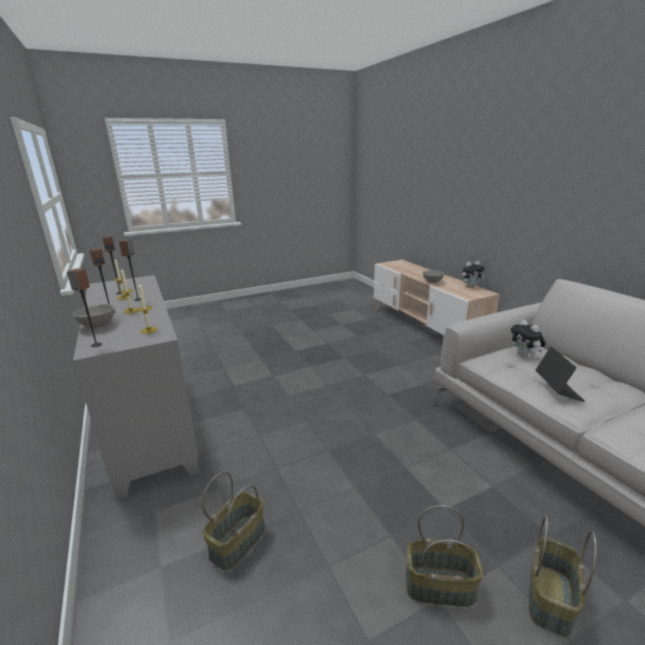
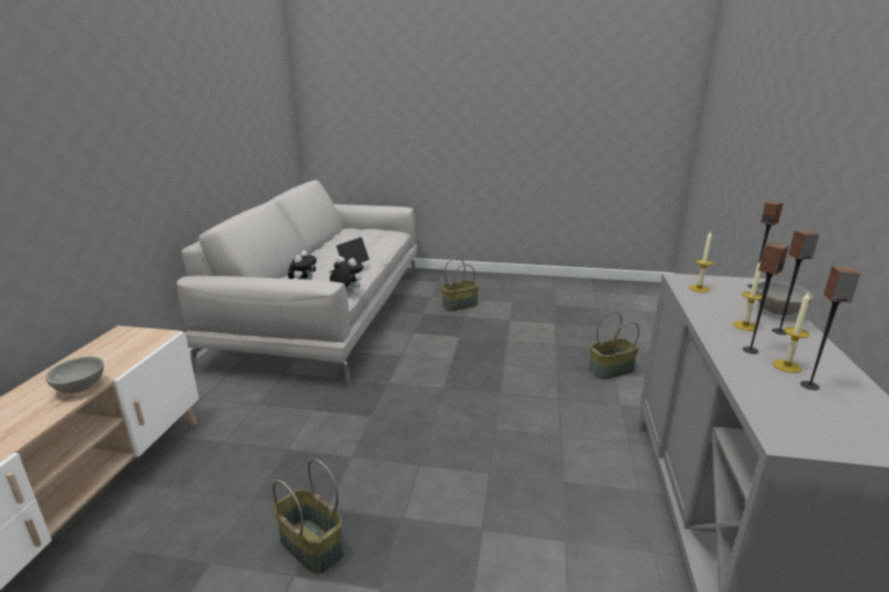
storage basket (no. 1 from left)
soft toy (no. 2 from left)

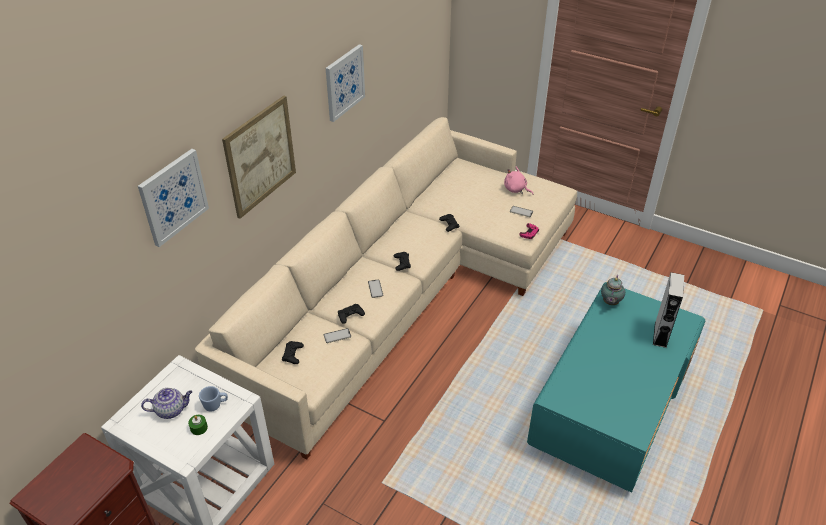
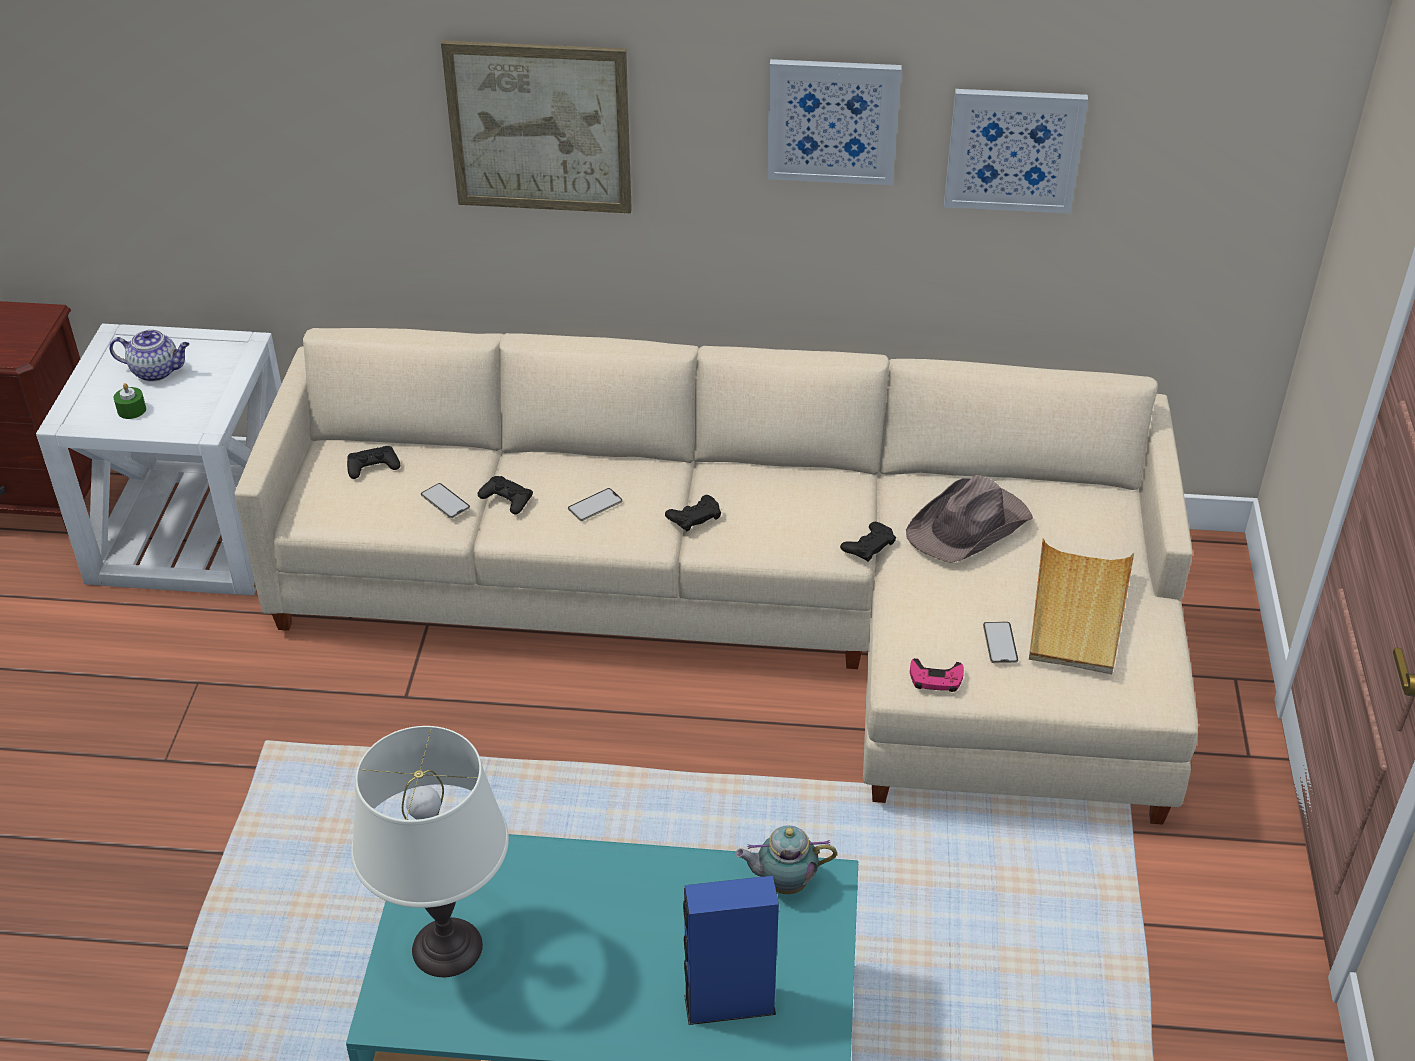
pot for tea (no. 1 from left)
lamp for a table (white)
loudspeaker (blue)
hat (brown-coloured)
wall art (no. 3 from left)
carrying tray (sand-coloured)
tea mug (blue)

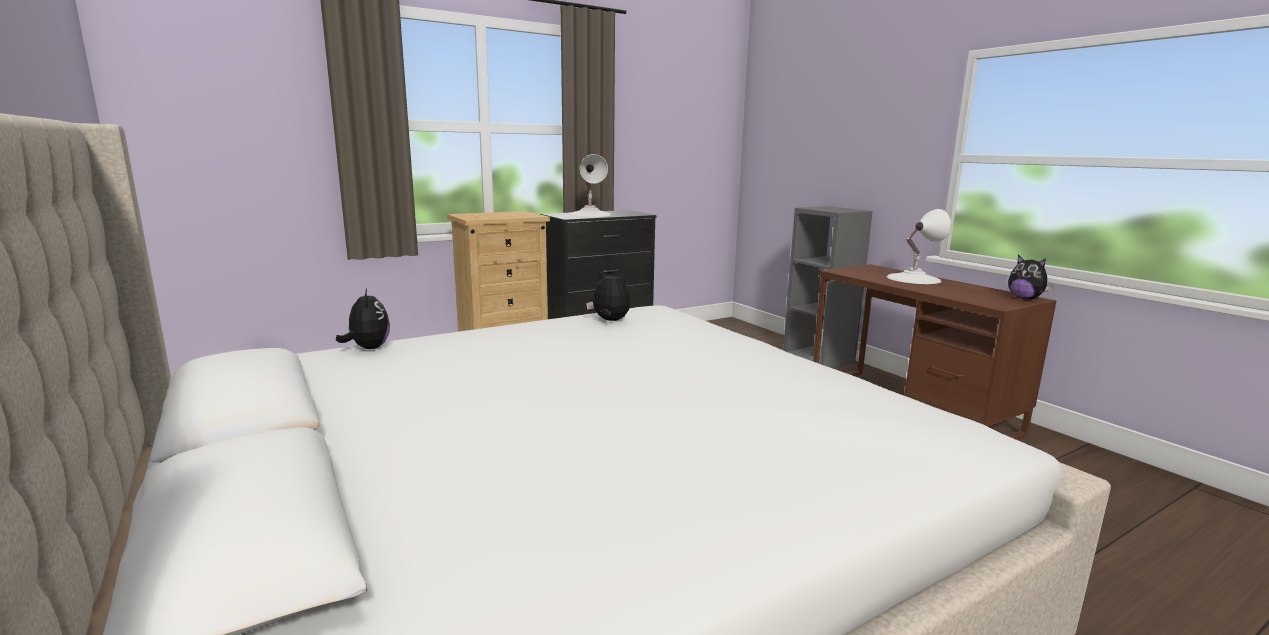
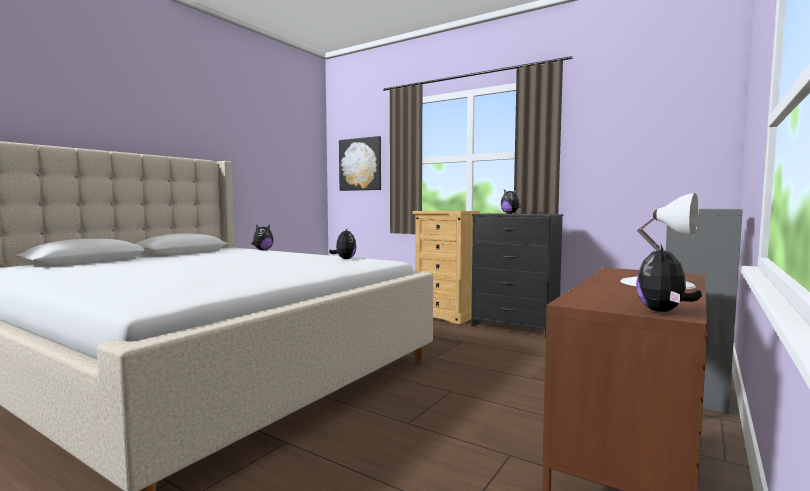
wall art
soft toy (no. 3 from left)

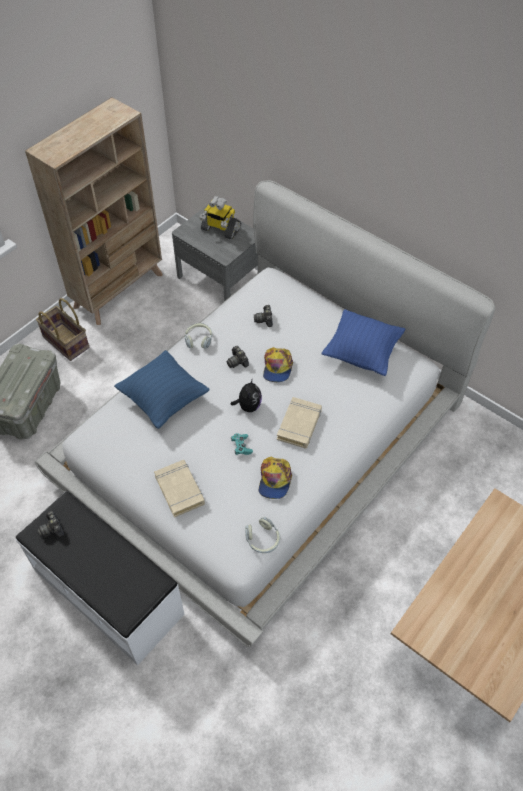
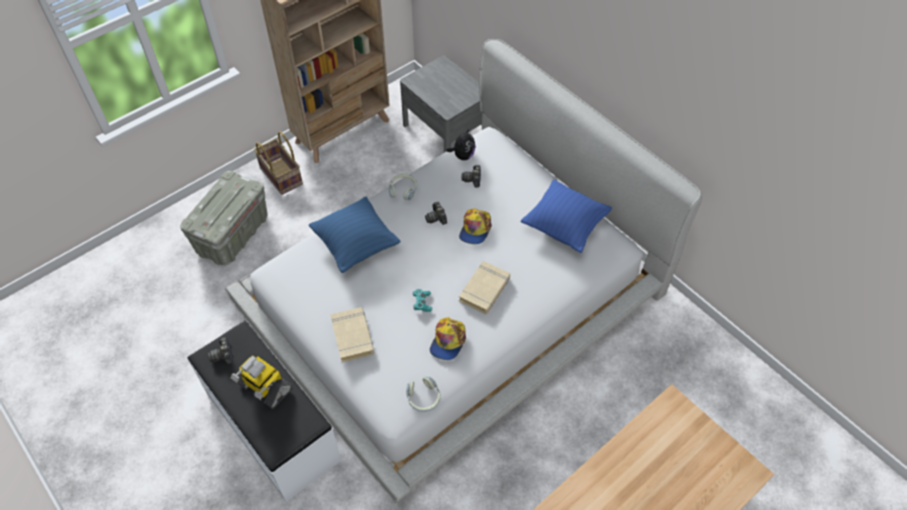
robot figure
soft toy

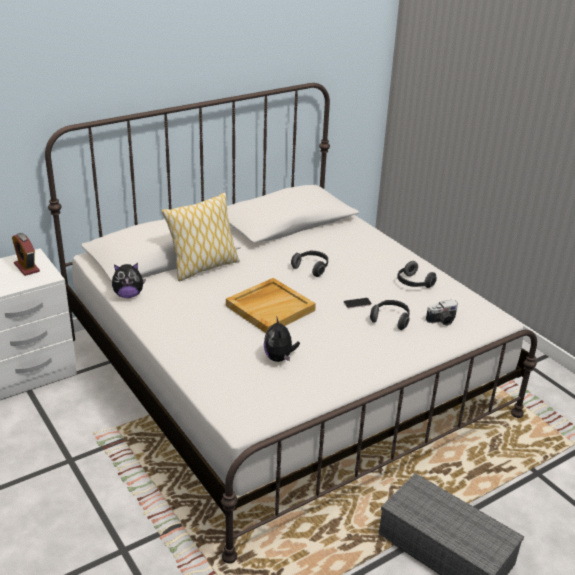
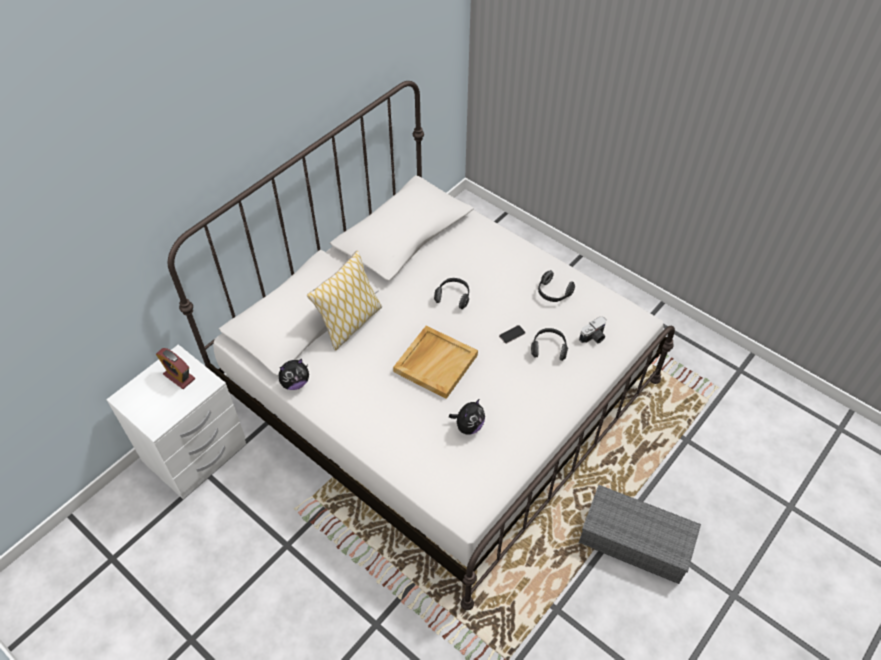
soft toy (no. 2 from left)

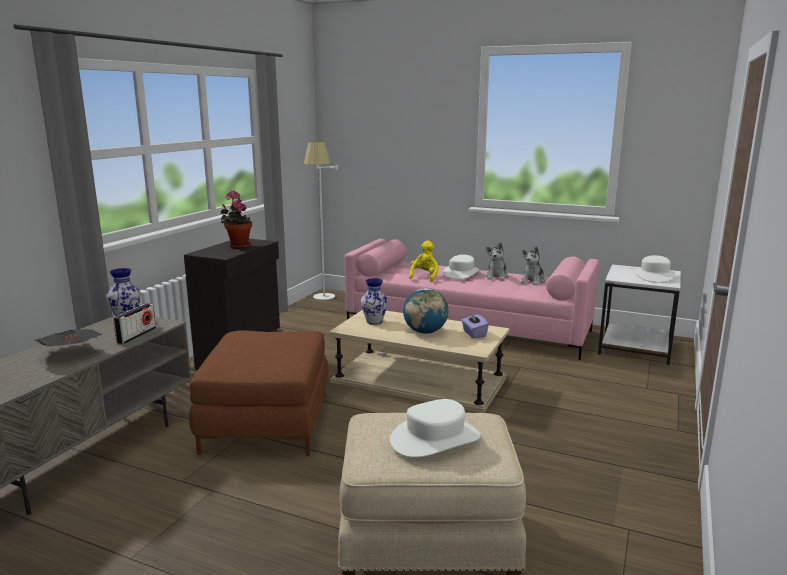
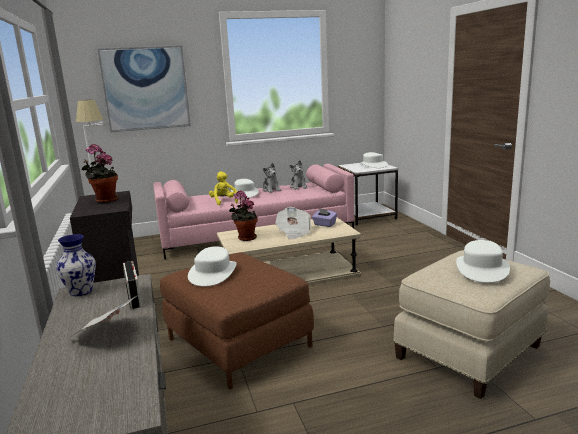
wall art
hat (white) (no. 1 from left)
houseplant (no. 2 from left)
daily paper (no. 2 from left)

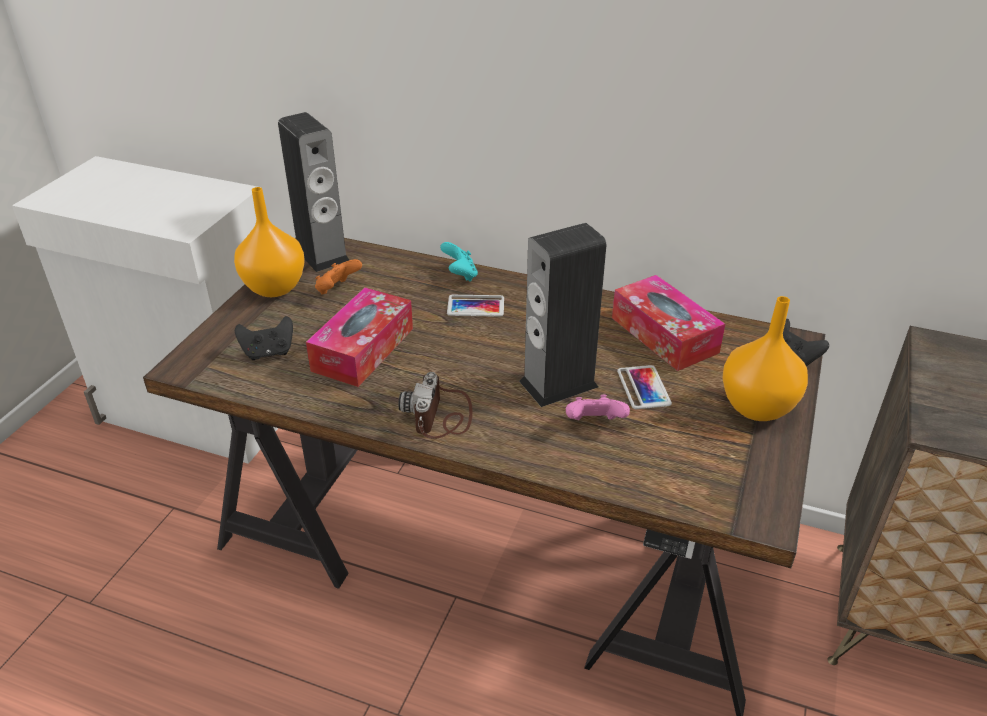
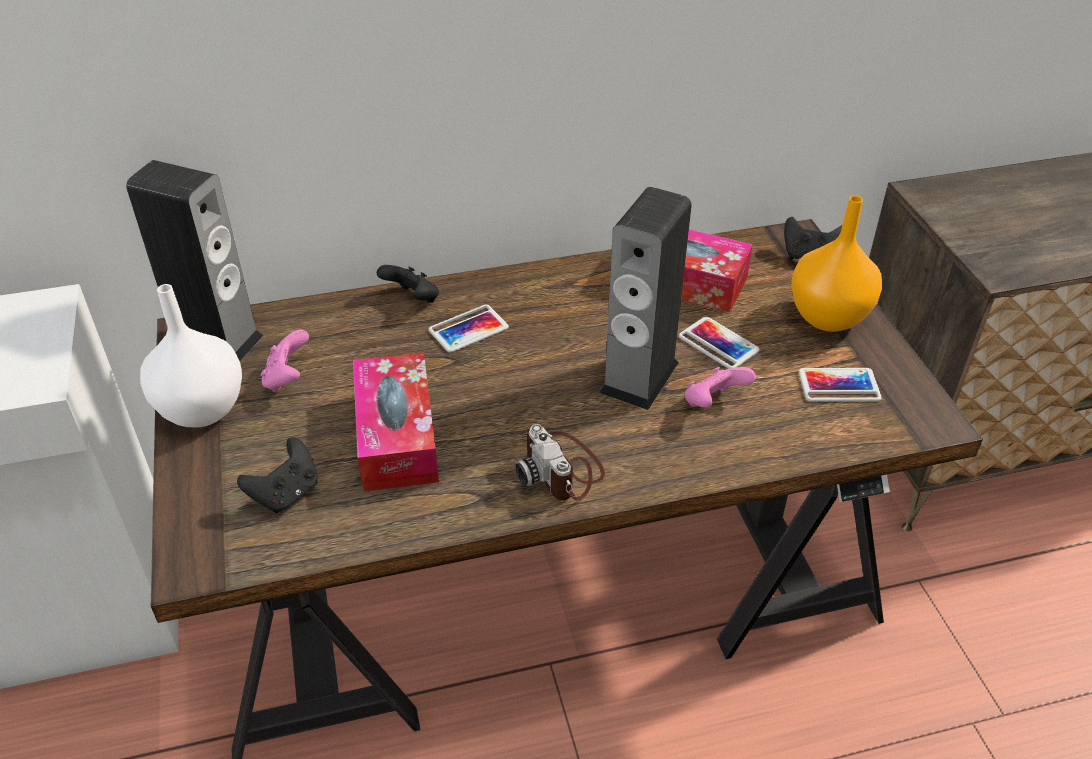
decorative vase (white)
gamepad (pinkish) (no. 1 from left)
gamepad (black-coloured) (no. 2 from left)
handset (no. 3 from left)

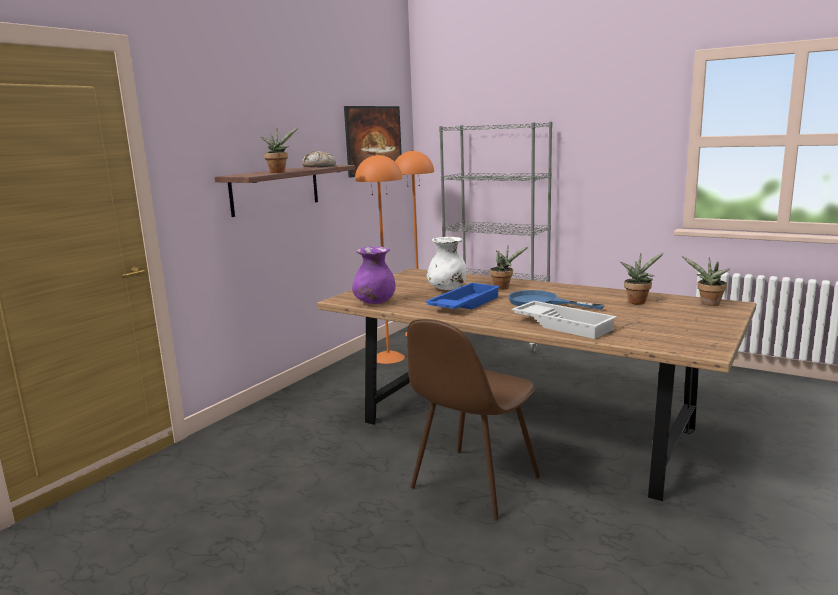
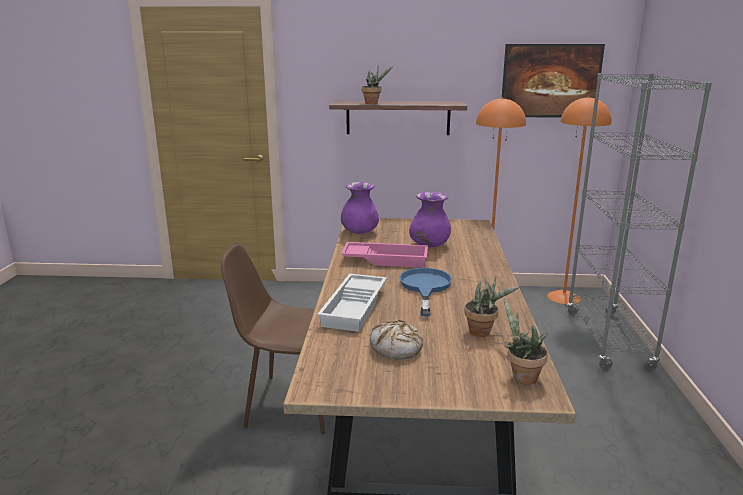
carrying tray (pinkish)
bakery bread
decorative vase (purple) (no. 2 from left)
houseplant (no. 2 from left in the first image)

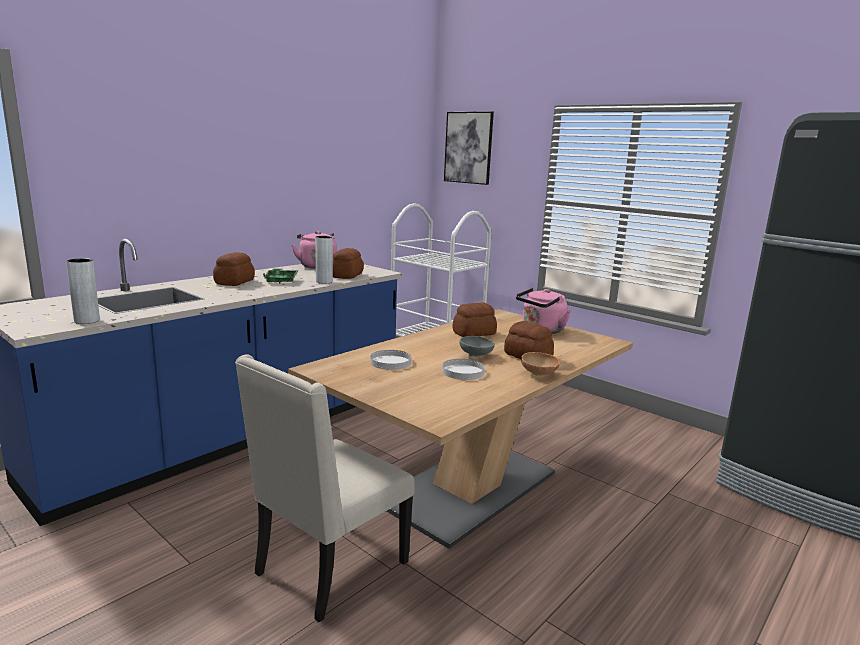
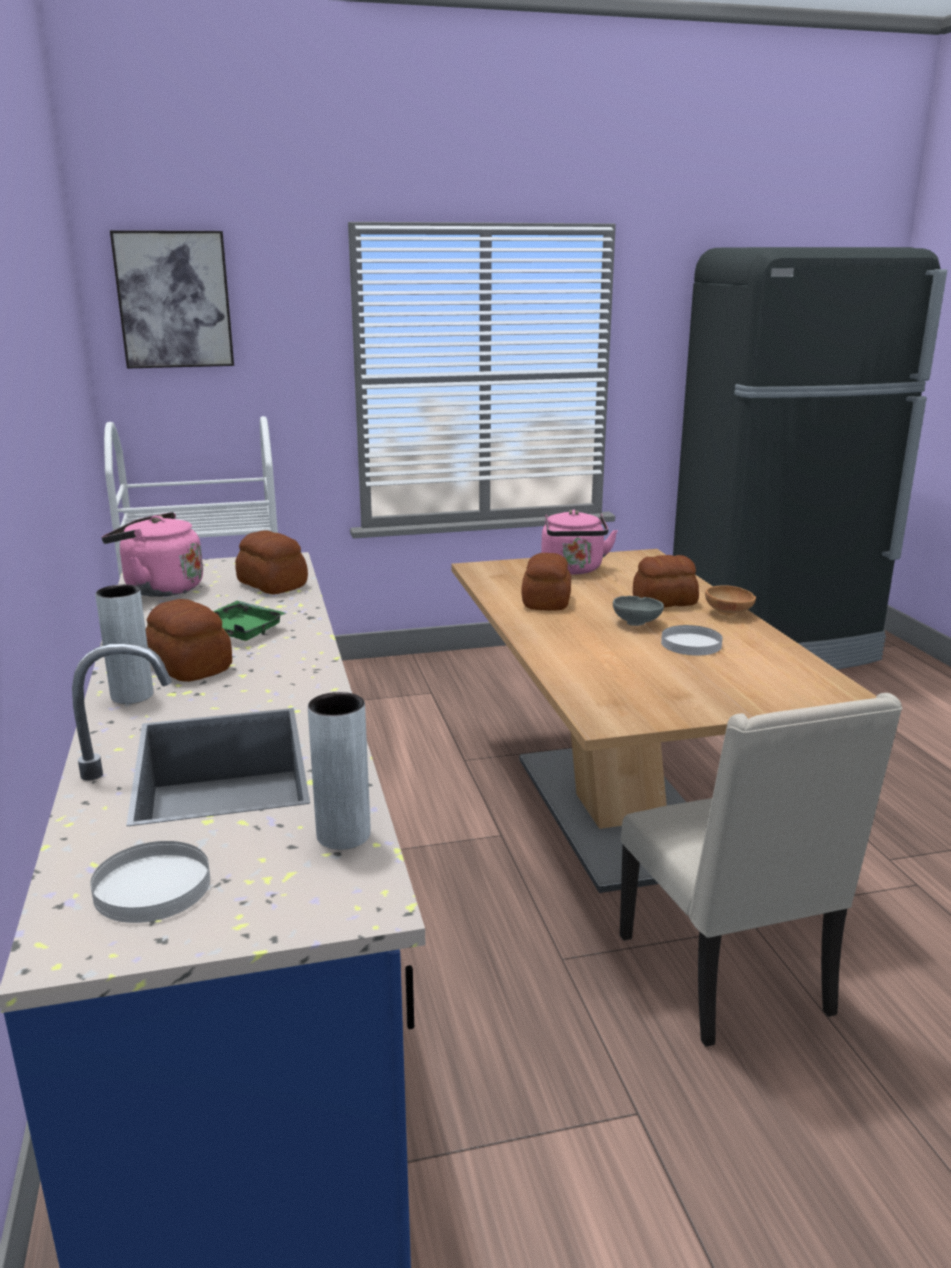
dinner plate (white) (no. 1 from left)
decorative vase (greyish) (no. 1 from left)

